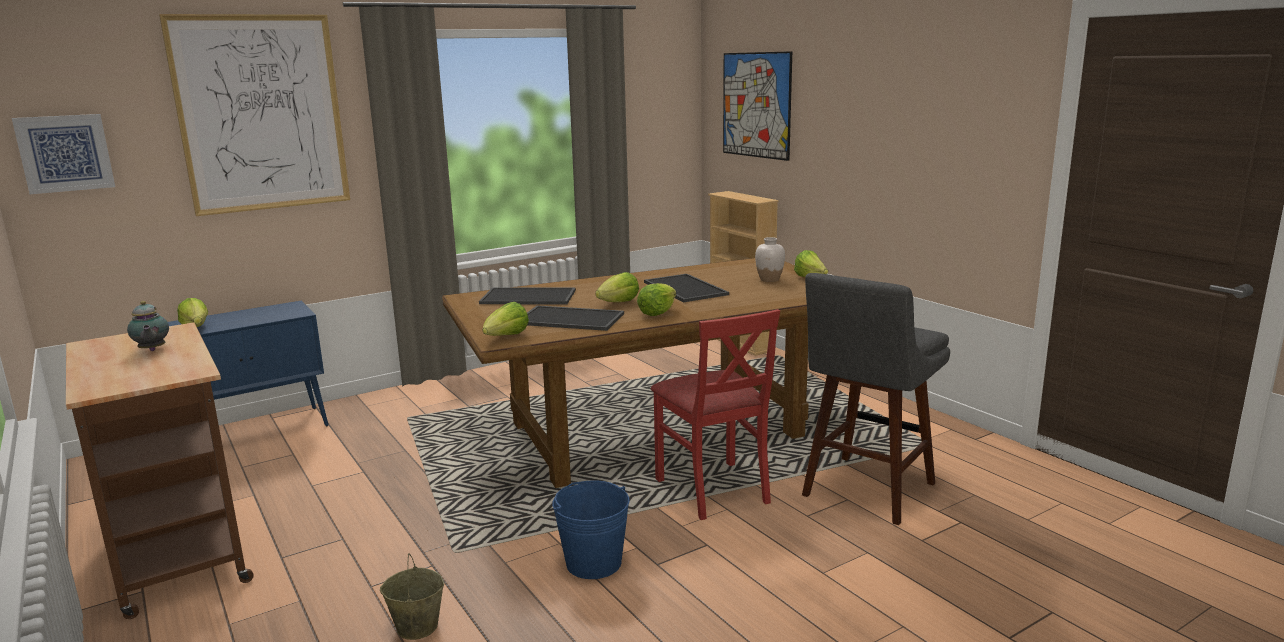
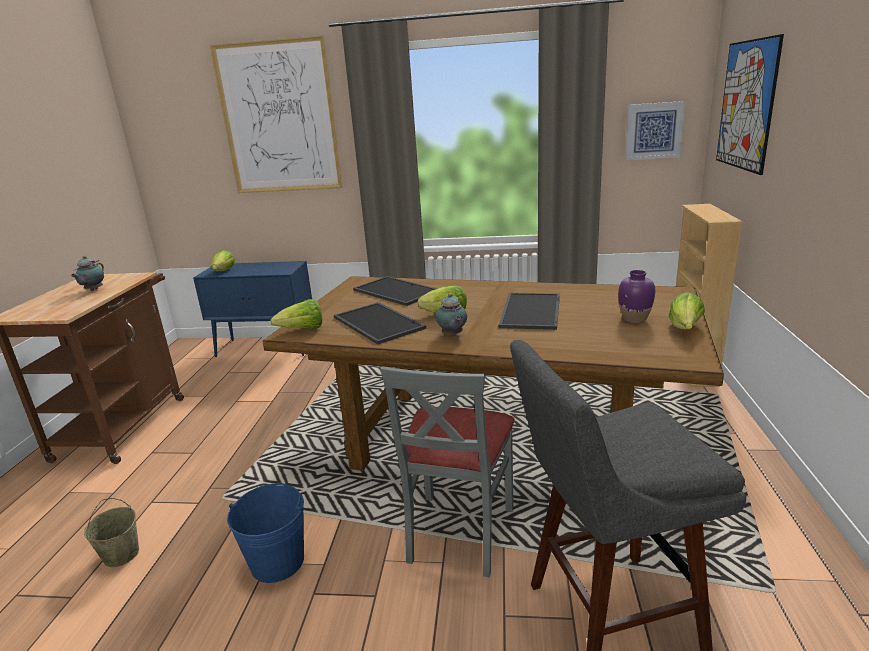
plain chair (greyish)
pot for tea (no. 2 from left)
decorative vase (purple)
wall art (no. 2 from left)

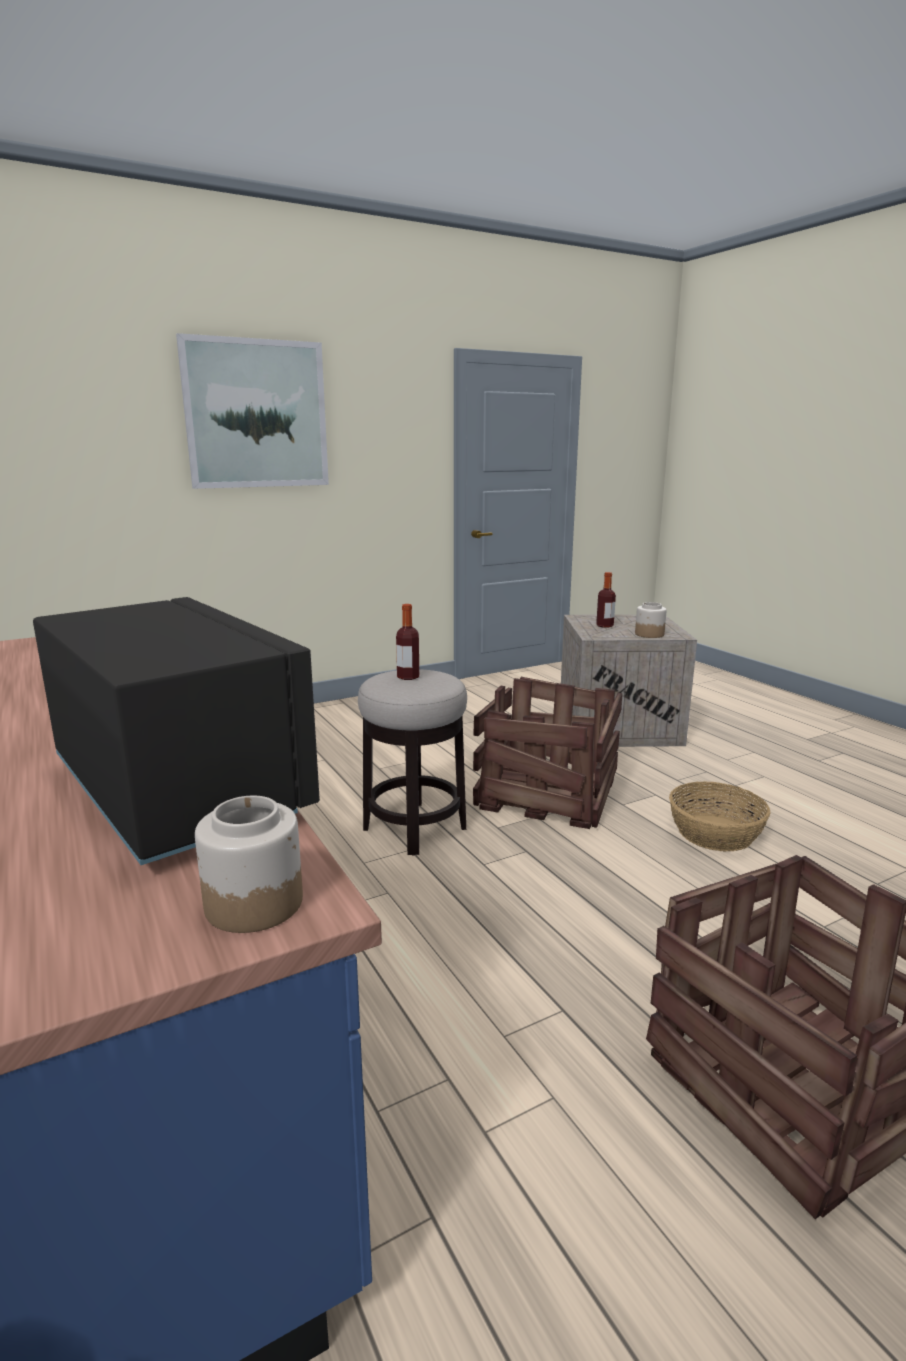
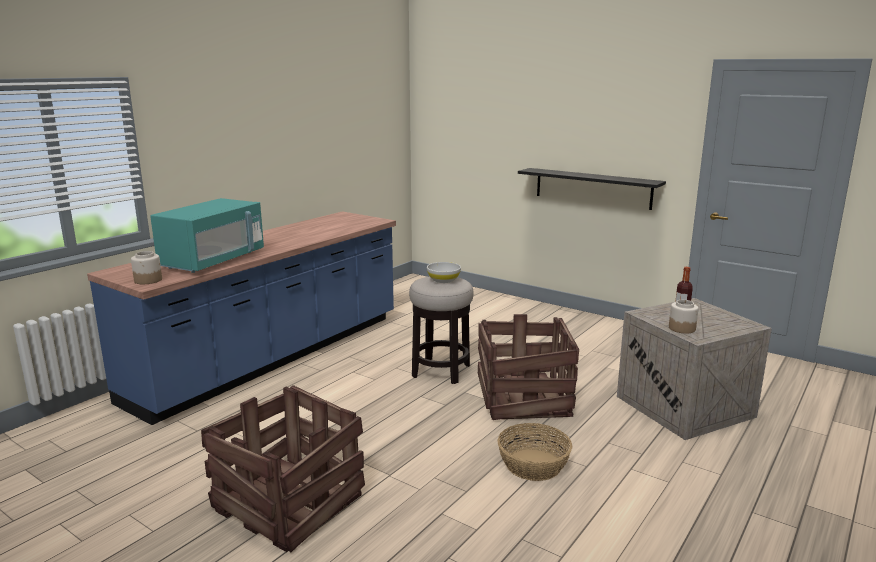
microwave (turquoise)
bowl (white)
wall shelf (black-coloured)
wall art

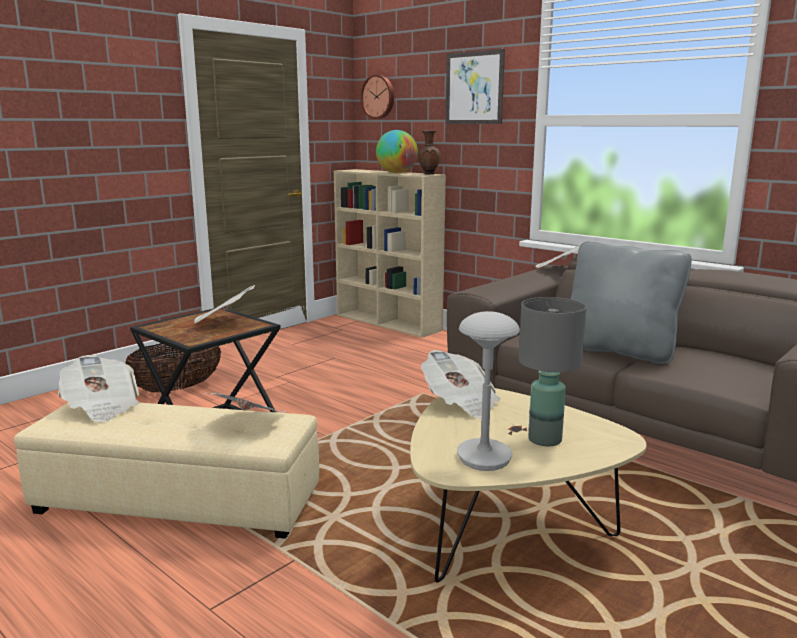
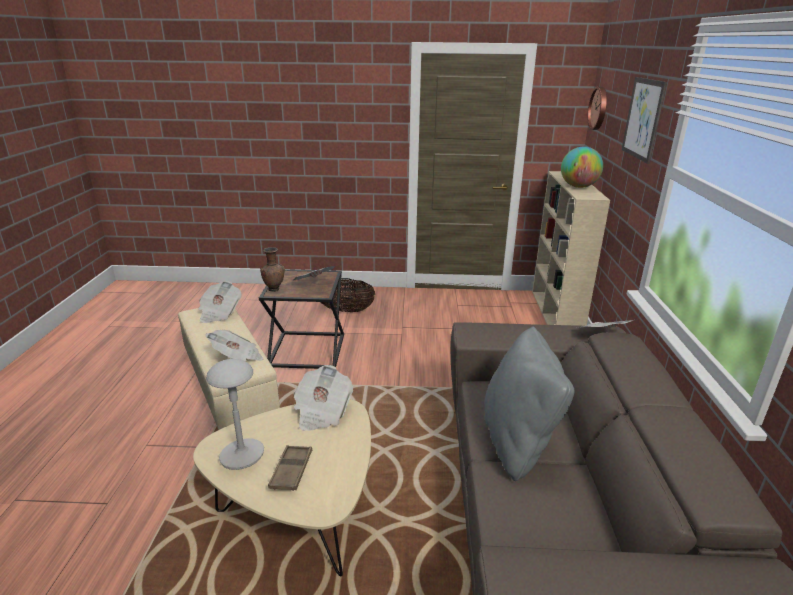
decorative vase (brown-coloured)
carrying tray (brown-coloured)

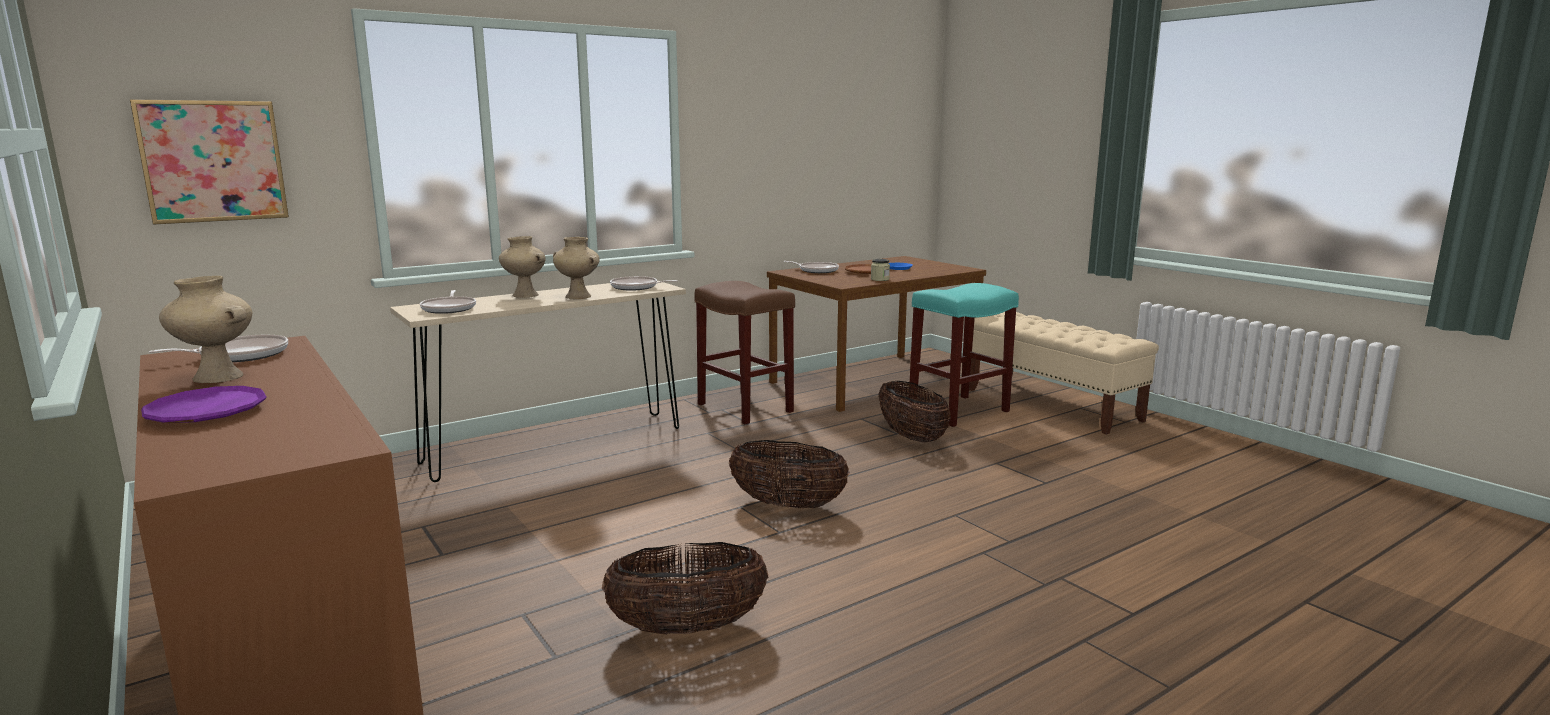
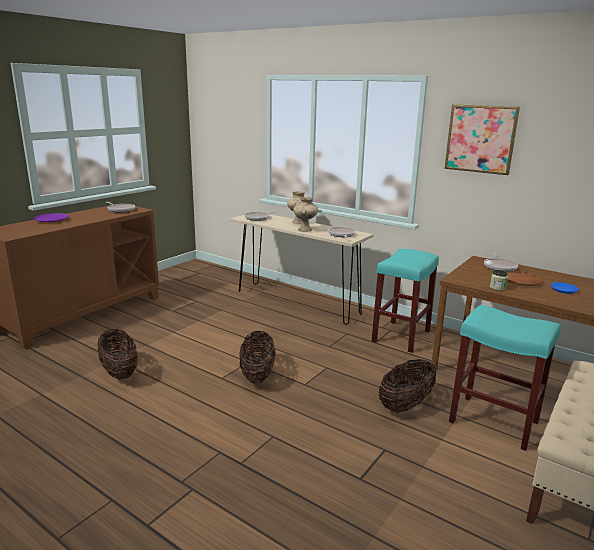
sitting stool (turquoise) (no. 1 from left)
wall art
decorative vase (sand-coloured) (no. 1 from left in the first image)

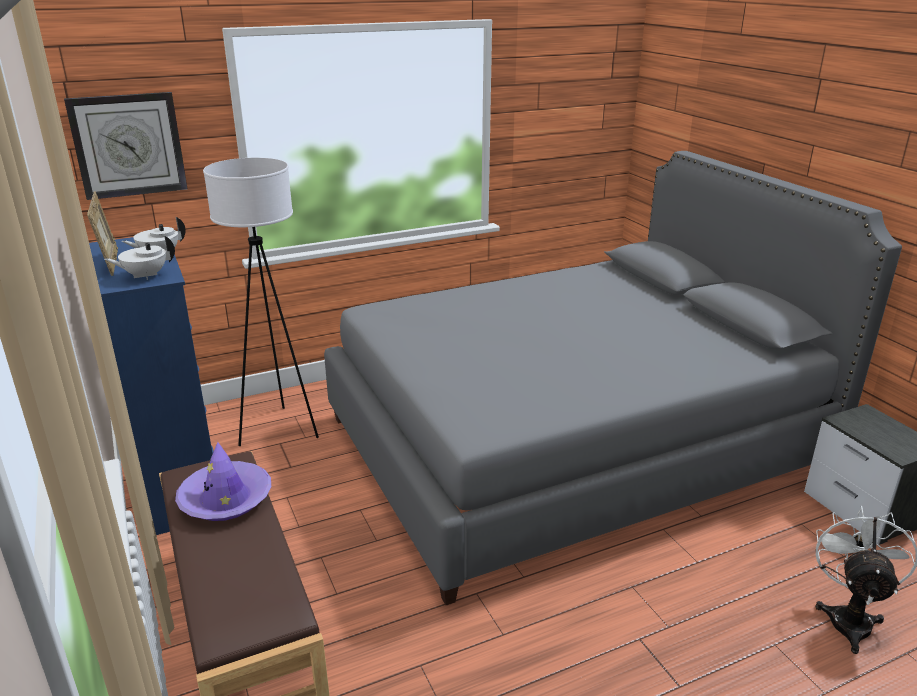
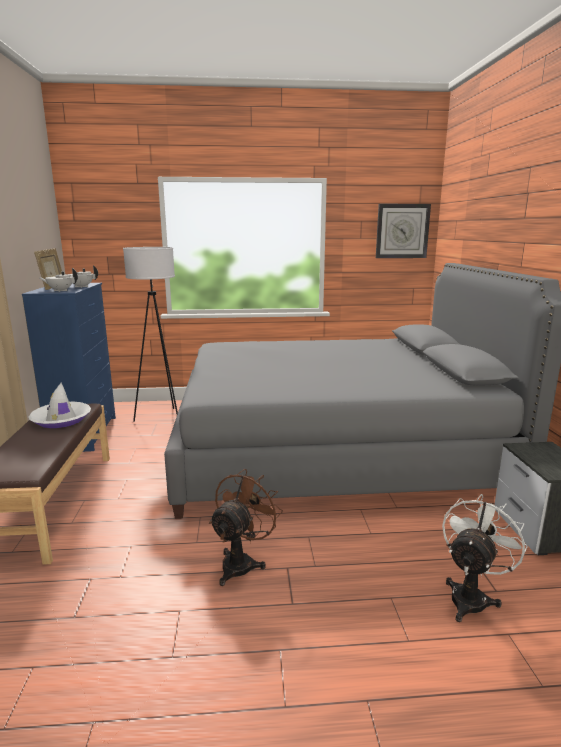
hat (white)
electric fan (brown-coloured)
wall clock

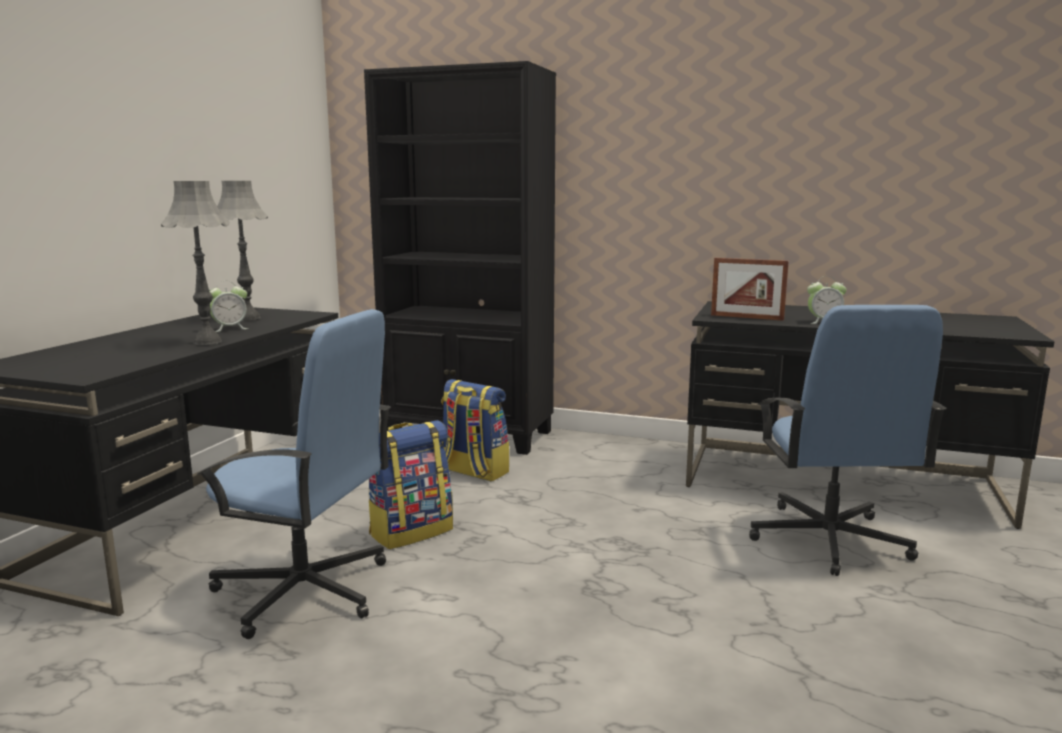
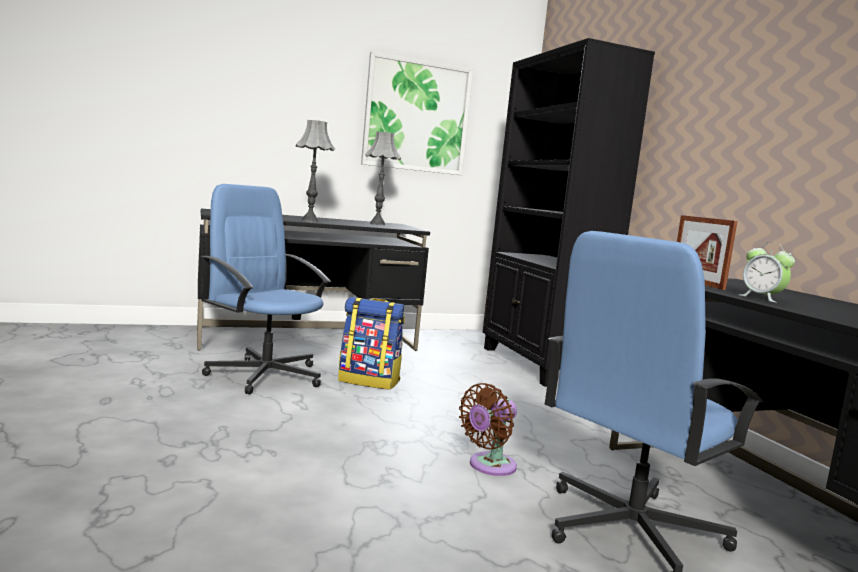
office chair (blue) (no. 1 from left)
wall art
electric fan (brown-coloured)
table clock (no. 1 from left in the first image)
knapsack (no. 2 from left in the first image)

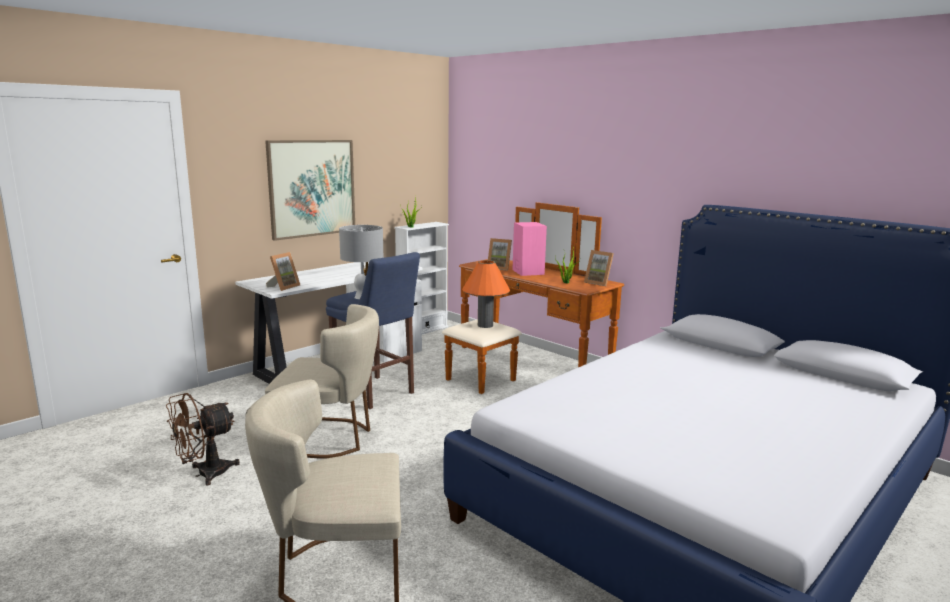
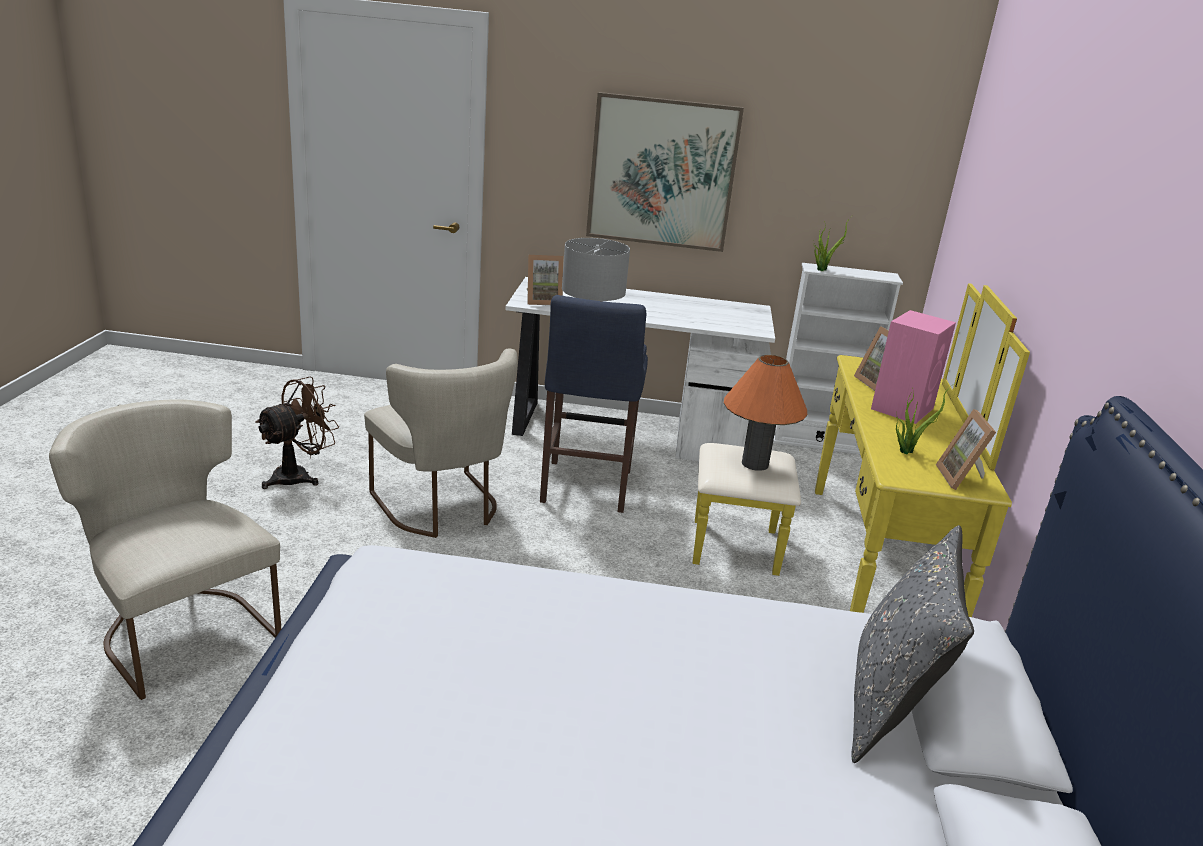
electric fan (brown-coloured)
dresser (yellow-coloured)
cushion (greyish)

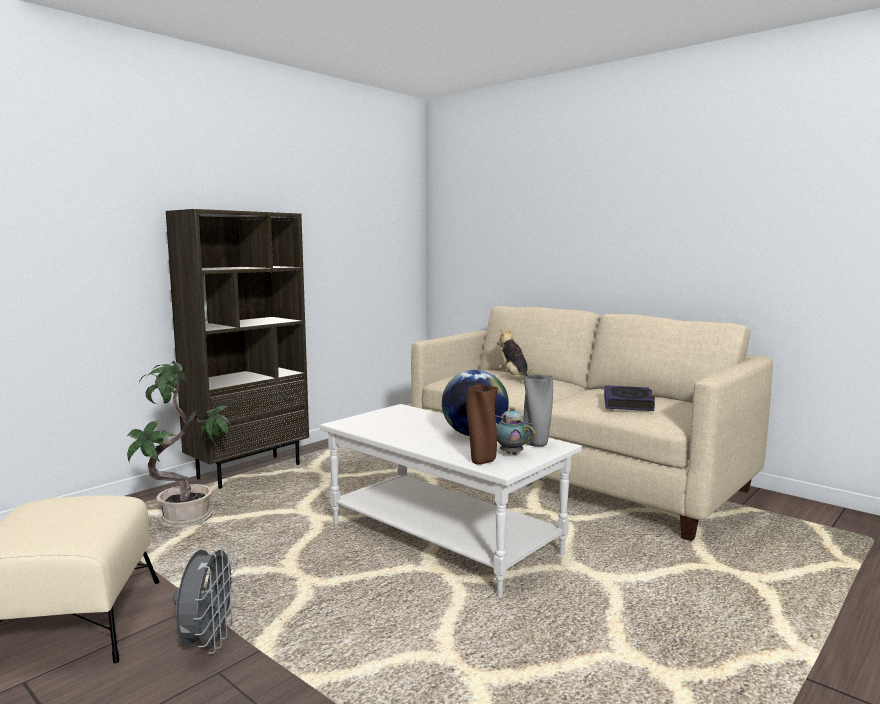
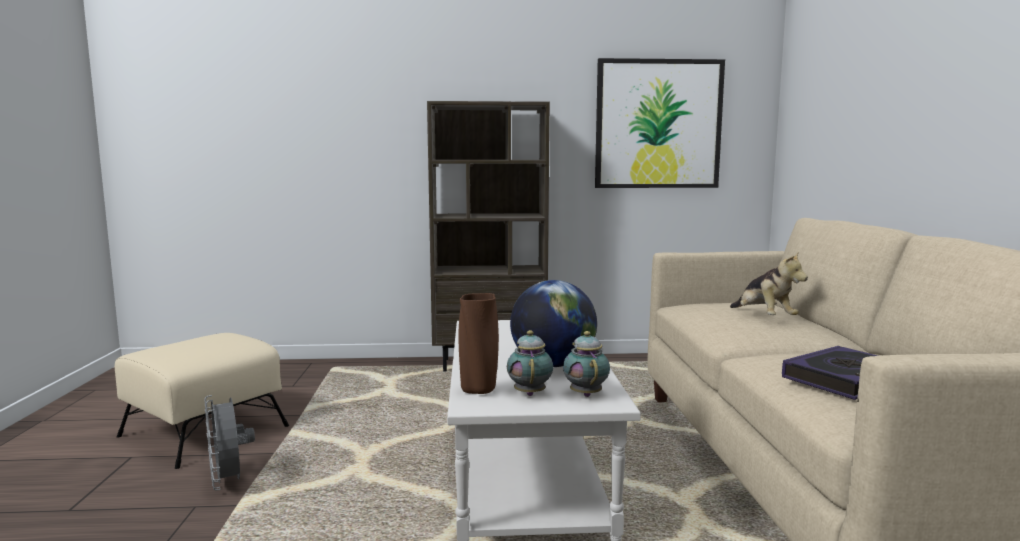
electric fan (greyish)
pot for tea (no. 2 from left)
wall art
soft toy
houseplant

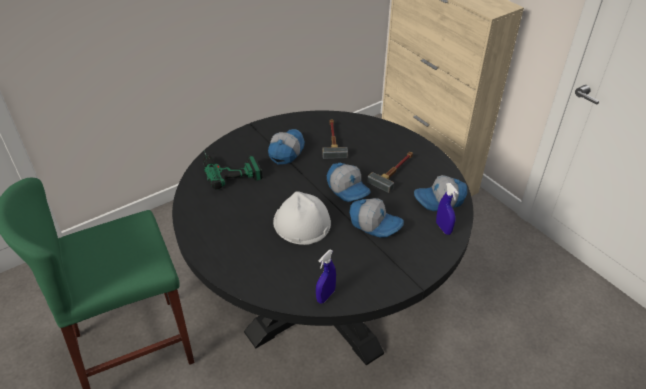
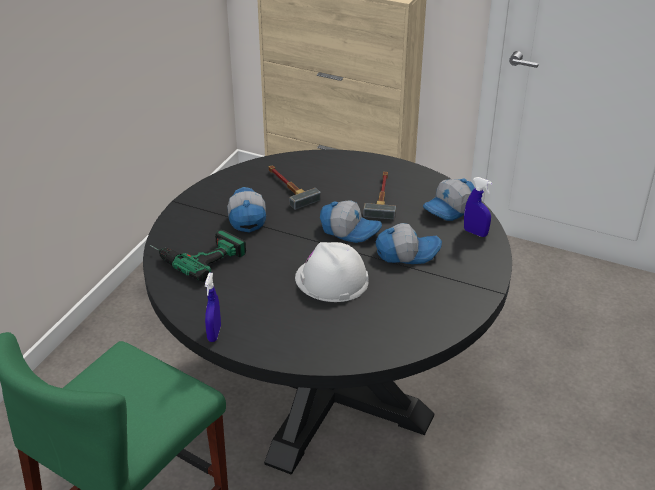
hand sprayer (blue) (no. 1 from left)

